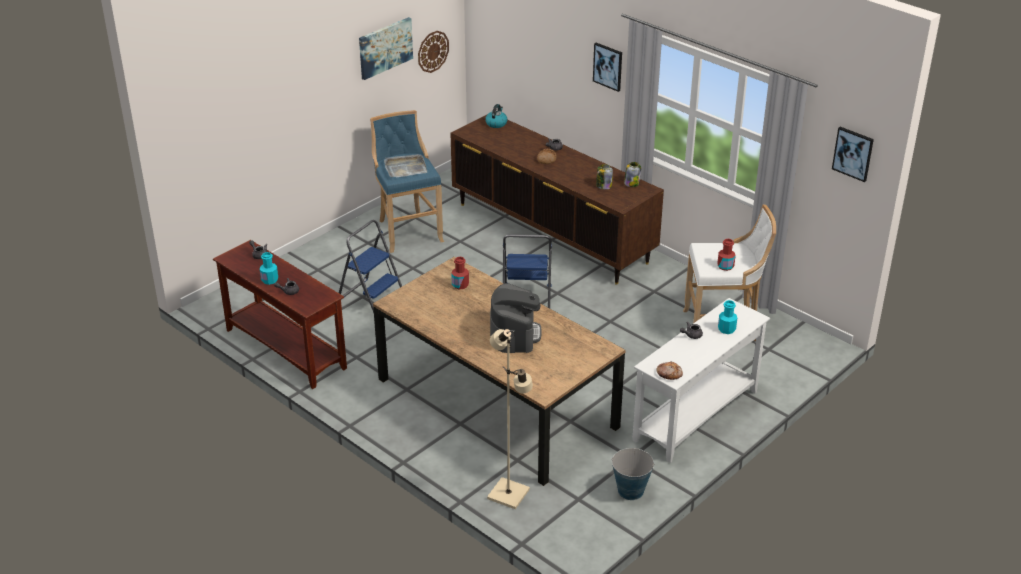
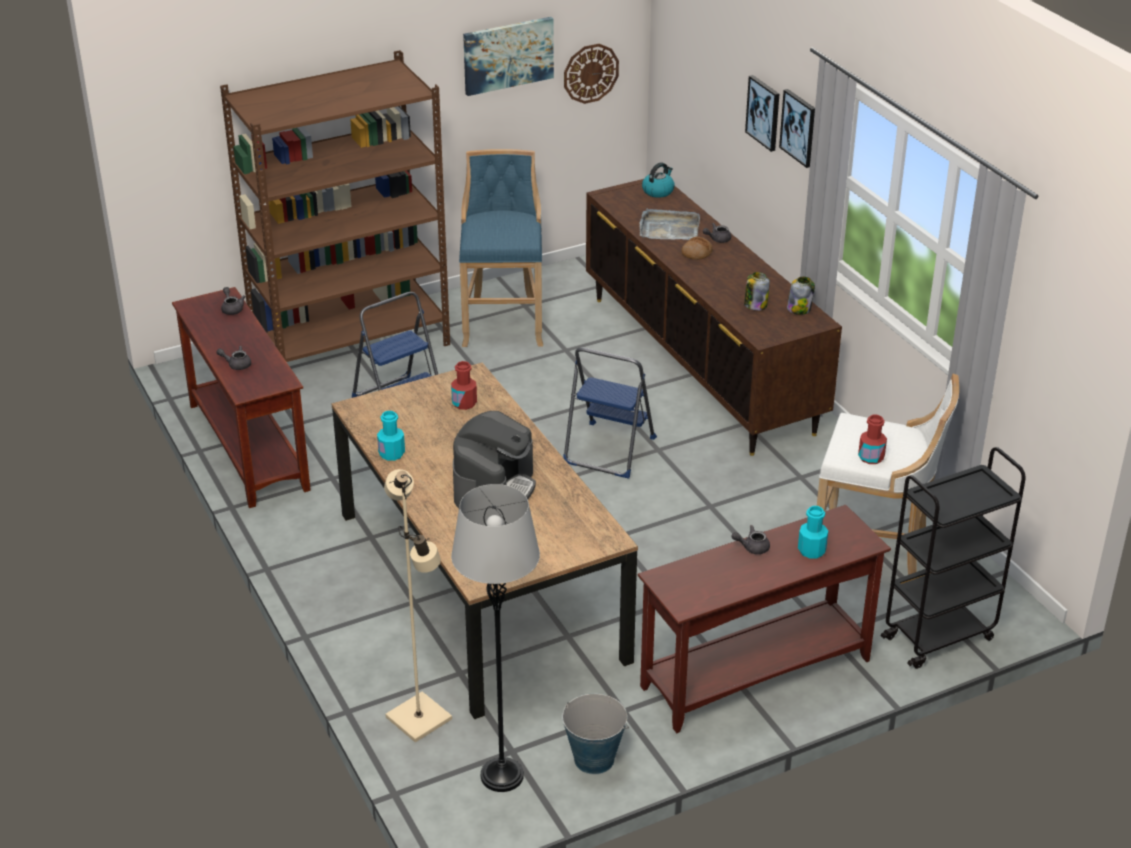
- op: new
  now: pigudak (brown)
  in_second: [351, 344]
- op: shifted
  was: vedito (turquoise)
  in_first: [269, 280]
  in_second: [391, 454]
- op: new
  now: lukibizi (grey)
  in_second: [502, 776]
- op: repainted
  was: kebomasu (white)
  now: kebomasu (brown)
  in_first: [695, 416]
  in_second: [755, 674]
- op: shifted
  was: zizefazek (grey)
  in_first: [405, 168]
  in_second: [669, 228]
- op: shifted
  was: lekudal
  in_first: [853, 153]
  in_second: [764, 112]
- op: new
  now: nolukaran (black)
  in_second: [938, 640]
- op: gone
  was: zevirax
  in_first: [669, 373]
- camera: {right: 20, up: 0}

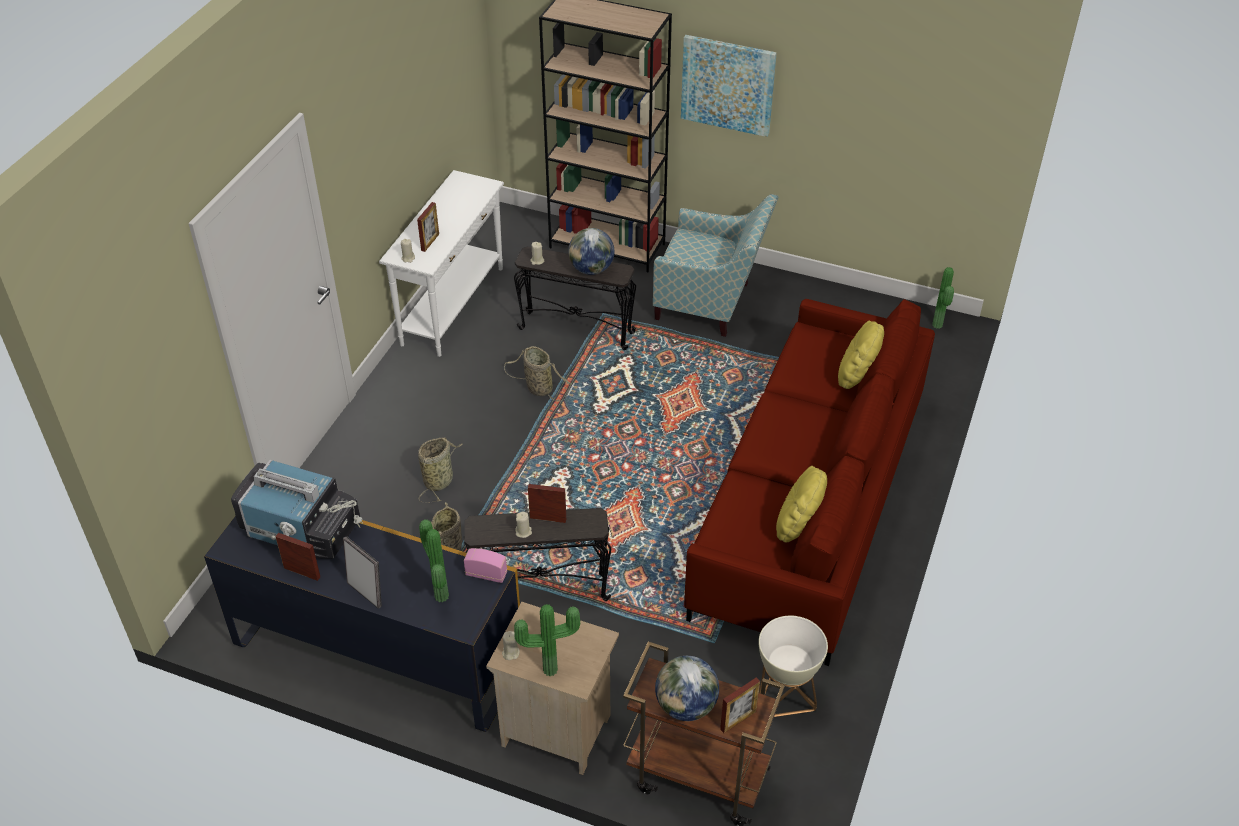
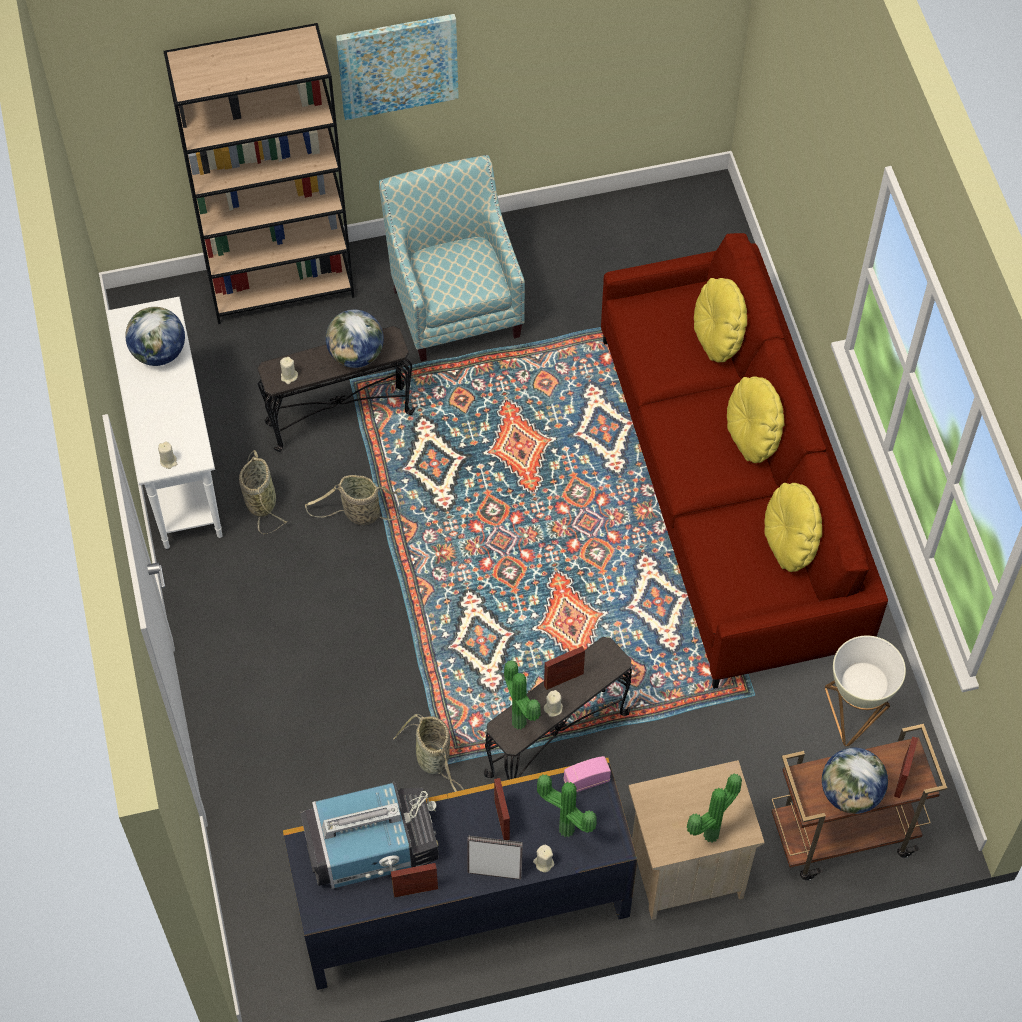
- op: new
  now: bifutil
  in_second: [159, 353]
- op: shifted
  was: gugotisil
  in_first: [439, 480]
  in_second: [261, 500]
- op: rotated
  was: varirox
  in_first: [712, 304]
  in_second: [454, 302]
  clockwise: -90
- op: shifted
  was: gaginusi
  in_first: [430, 242]
  in_second: [502, 820]
- op: shifted
  was: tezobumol
  in_first: [939, 325]
  in_second: [521, 721]
- op: shifted
  was: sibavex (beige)
  in_first: [510, 653]
  in_second: [543, 863]
- op: new
  now: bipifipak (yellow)
  in_second: [751, 438]
- camera: {right: -35, up: 15}

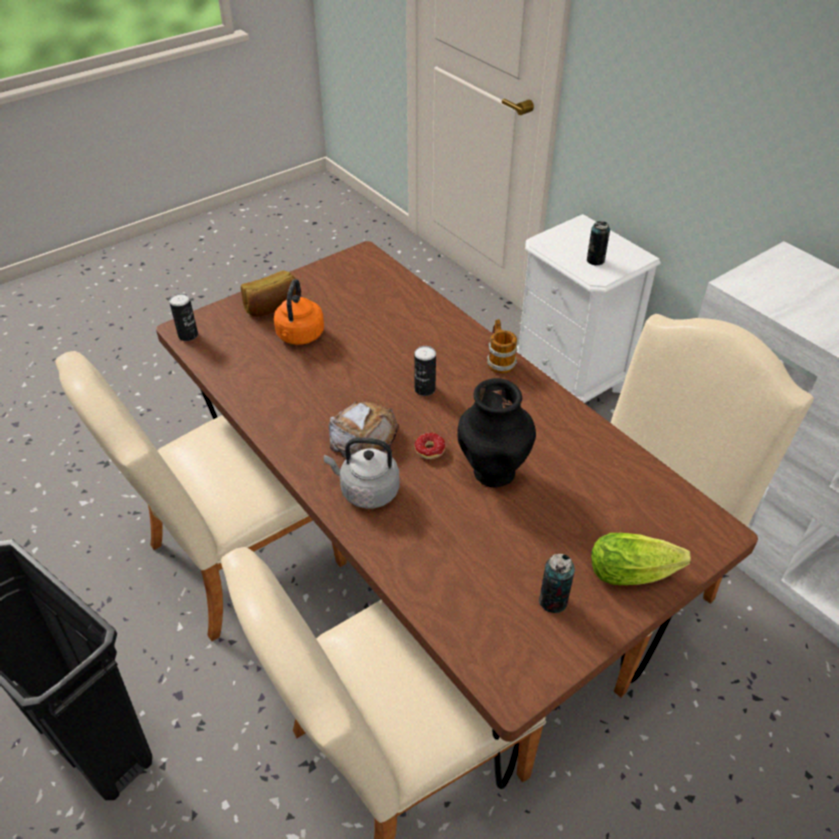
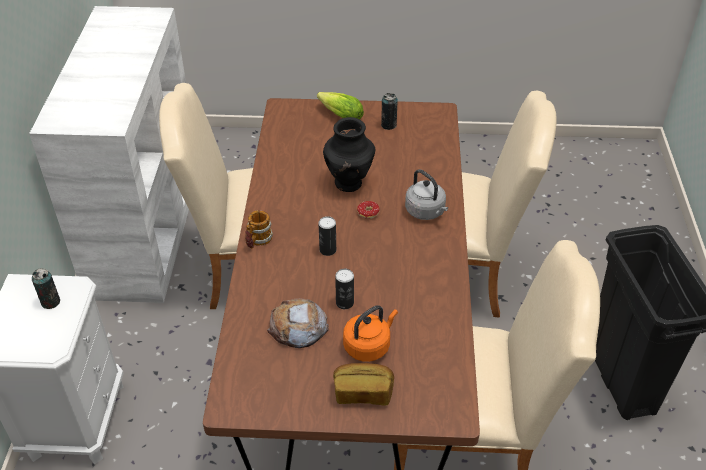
- op: shifted
  was: zevirax
  in_first: [363, 435]
  in_second: [298, 327]
- op: shifted
  was: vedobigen
  in_first: [188, 335]
  in_second: [344, 303]
- camera: {right: -140, up: 0}

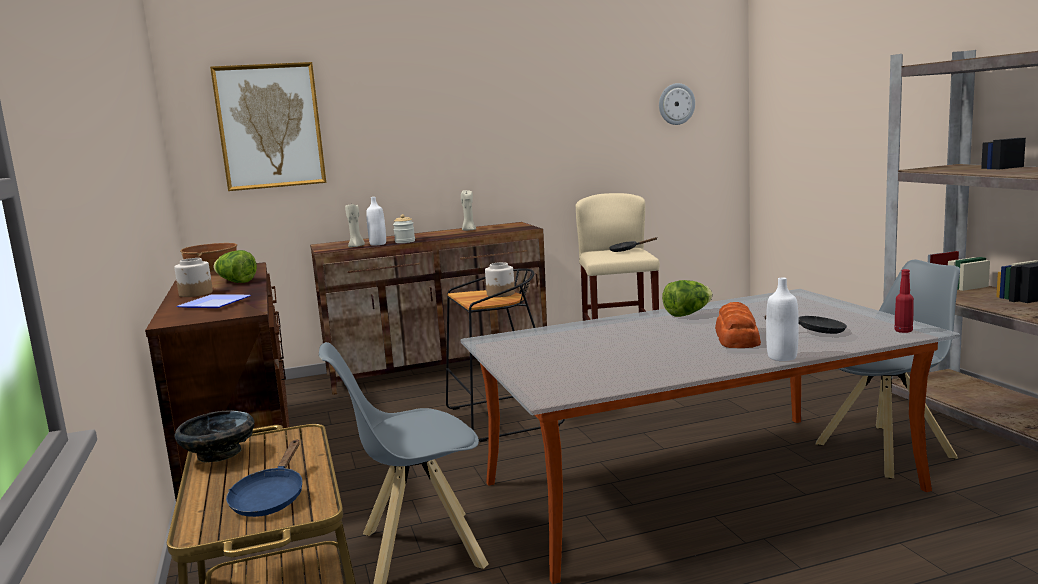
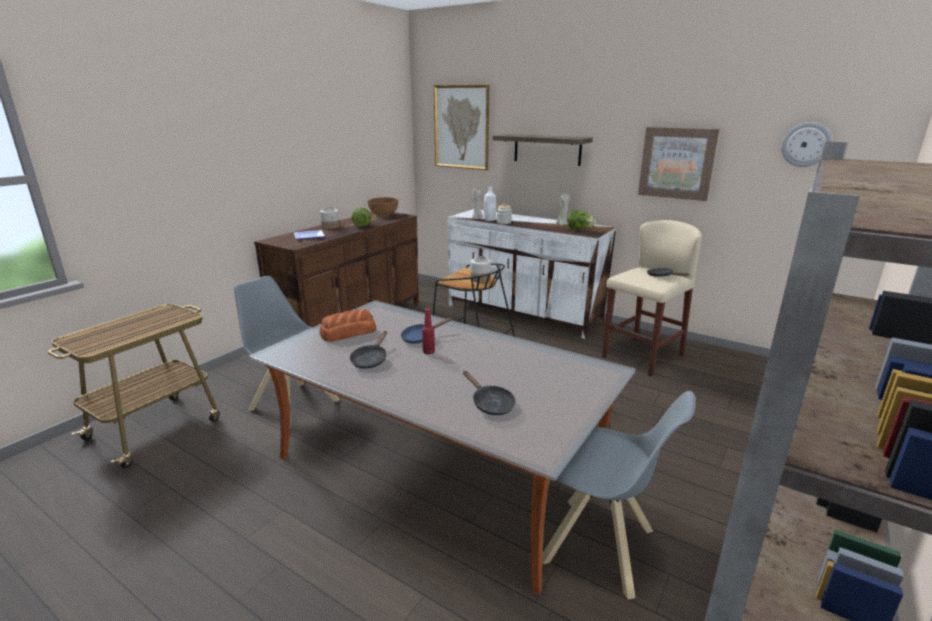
- op: shifted
  was: zevirax
  in_first: [736, 338]
  in_second: [347, 332]
- op: new
  now: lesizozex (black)
  in_second: [370, 360]
- op: shifted
  was: lesizozex (blue)
  in_first: [270, 498]
  in_second: [421, 337]
- op: shifted
  was: vedito (red)
  in_first: [903, 331]
  in_second: [428, 352]
- op: repainted
  was: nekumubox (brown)
  now: nekumubox (white)
  in_first: [439, 367]
  in_second: [523, 314]
- op: new
  now: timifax
  in_second: [547, 149]
- op: shifted
  was: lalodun
  in_first: [687, 314]
  in_second: [579, 229]
- op: new
  now: lekudal
  in_second: [677, 163]
- op: gone
  was: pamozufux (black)
  in_first: [218, 454]
- op: gone
  was: vedito (white)
  in_first: [782, 357]
- camera: {right: 50, up: 10}

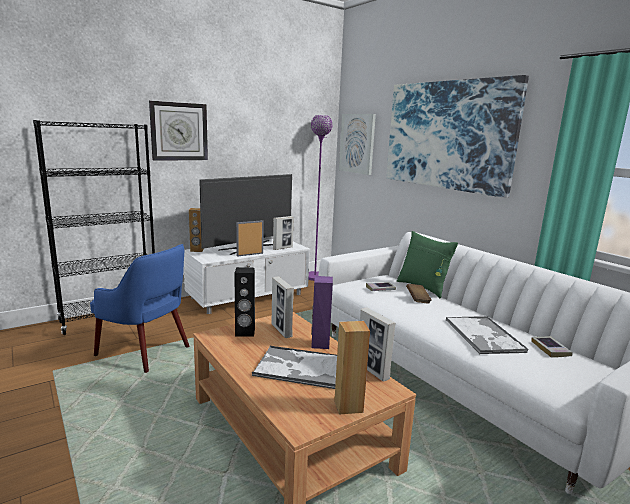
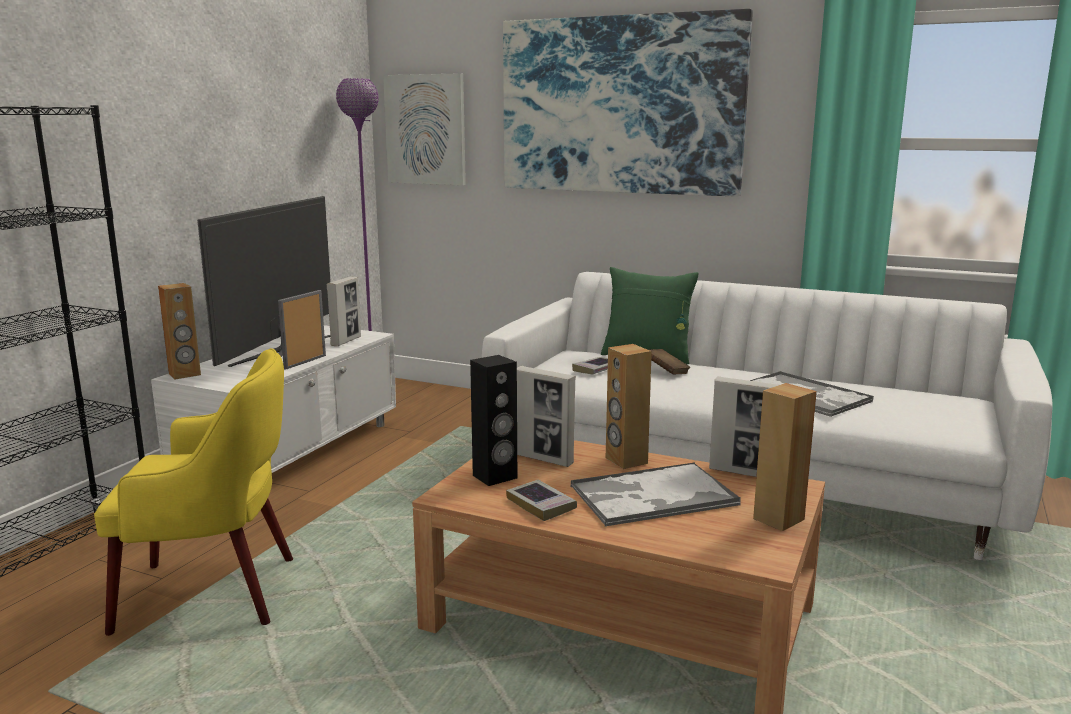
- op: repainted
  was: varirox (blue)
  now: varirox (yellow)
  in_first: [145, 351]
  in_second: [213, 593]
- op: shifted
  was: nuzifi
  in_first: [550, 349]
  in_second: [541, 505]
- op: repainted
  was: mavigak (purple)
  now: mavigak (brown)
  in_first: [320, 344]
  in_second: [626, 460]
- op: gone
  was: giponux
  in_first: [179, 131]
- camera: {right: -30, up: 0}

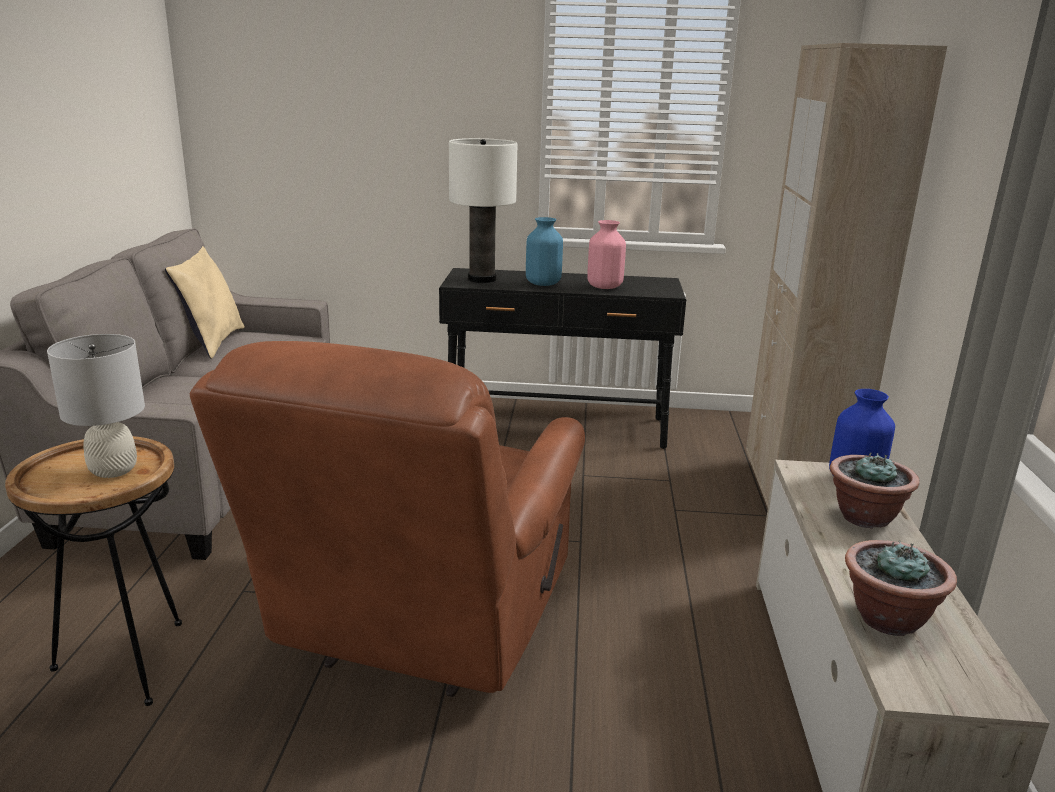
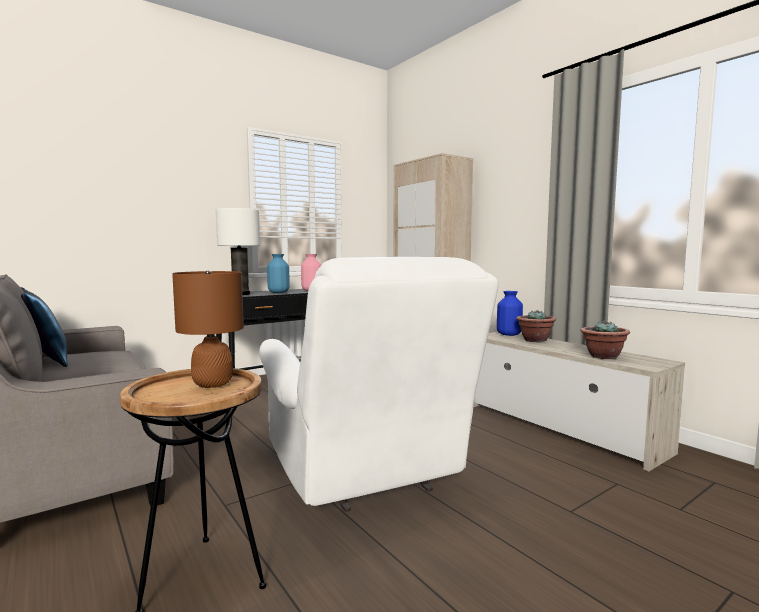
- op: repainted
  was: bipifipak (beige)
  now: bipifipak (blue)
  in_first: [212, 342]
  in_second: [45, 361]
- op: repainted
  was: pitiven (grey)
  now: pitiven (brown)
  in_first: [116, 472]
  in_second: [214, 384]
- op: repainted
  was: varirox (brown)
  now: varirox (white)
  in_first: [419, 628]
  in_second: [366, 474]
- camera: {right: -40, up: -15}

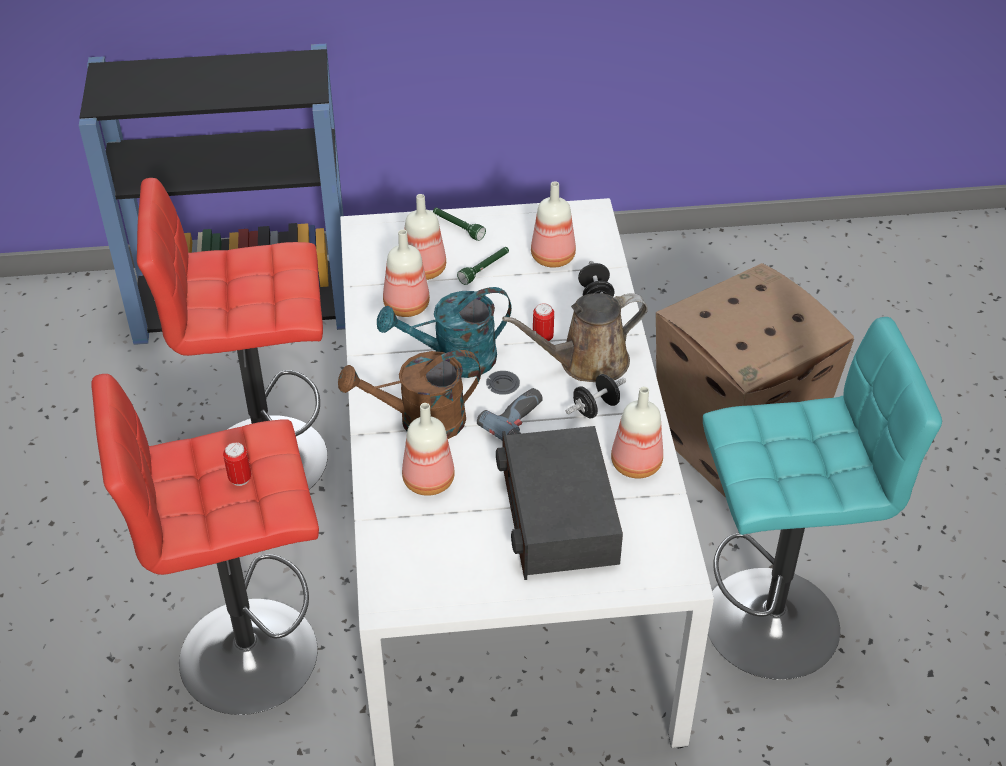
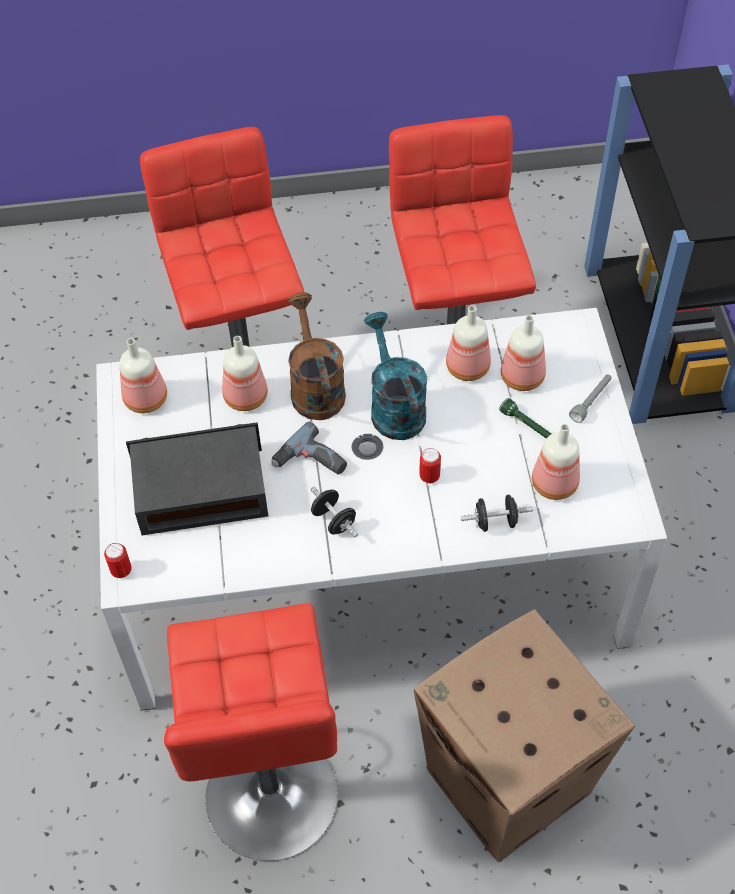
- op: shifted
  was: vedobigen
  in_first: [240, 478]
  in_second: [121, 571]
- op: shifted
  was: vedito
  in_first: [634, 464]
  in_second: [145, 398]
- op: repainted
  was: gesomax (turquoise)
  now: gesomax (red)
  in_first: [773, 624]
  in_second: [270, 797]
- op: repainted
  was: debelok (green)
  now: debelok (grey)
  in_first: [458, 228]
  in_second: [591, 401]
- op: gone
  was: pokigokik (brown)
  in_first: [587, 362]
- camera: {right: 90, up: 10}

